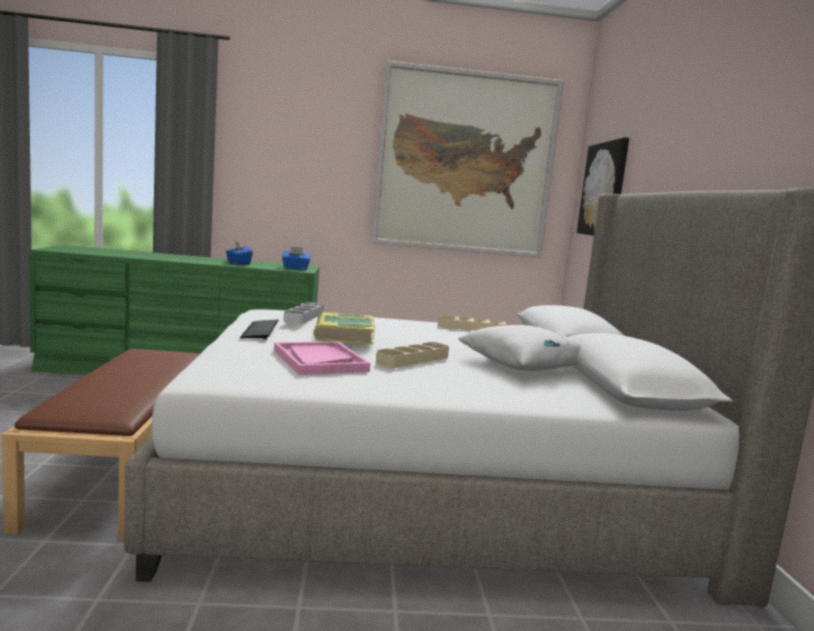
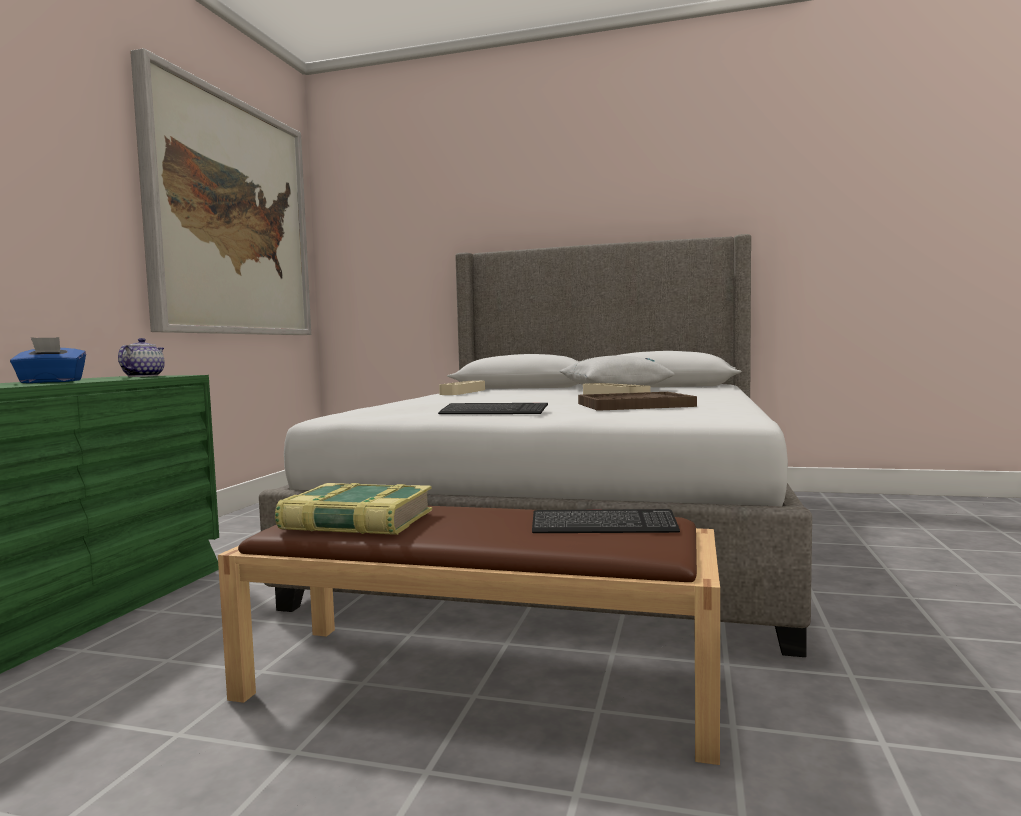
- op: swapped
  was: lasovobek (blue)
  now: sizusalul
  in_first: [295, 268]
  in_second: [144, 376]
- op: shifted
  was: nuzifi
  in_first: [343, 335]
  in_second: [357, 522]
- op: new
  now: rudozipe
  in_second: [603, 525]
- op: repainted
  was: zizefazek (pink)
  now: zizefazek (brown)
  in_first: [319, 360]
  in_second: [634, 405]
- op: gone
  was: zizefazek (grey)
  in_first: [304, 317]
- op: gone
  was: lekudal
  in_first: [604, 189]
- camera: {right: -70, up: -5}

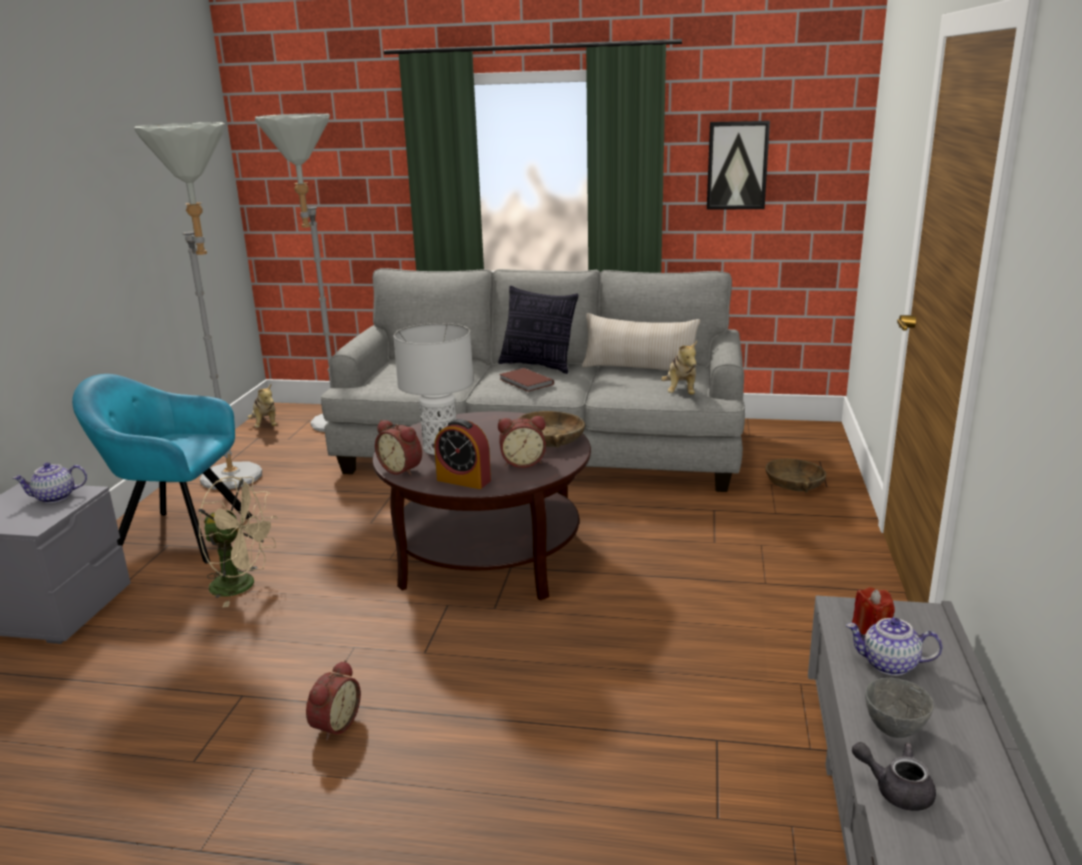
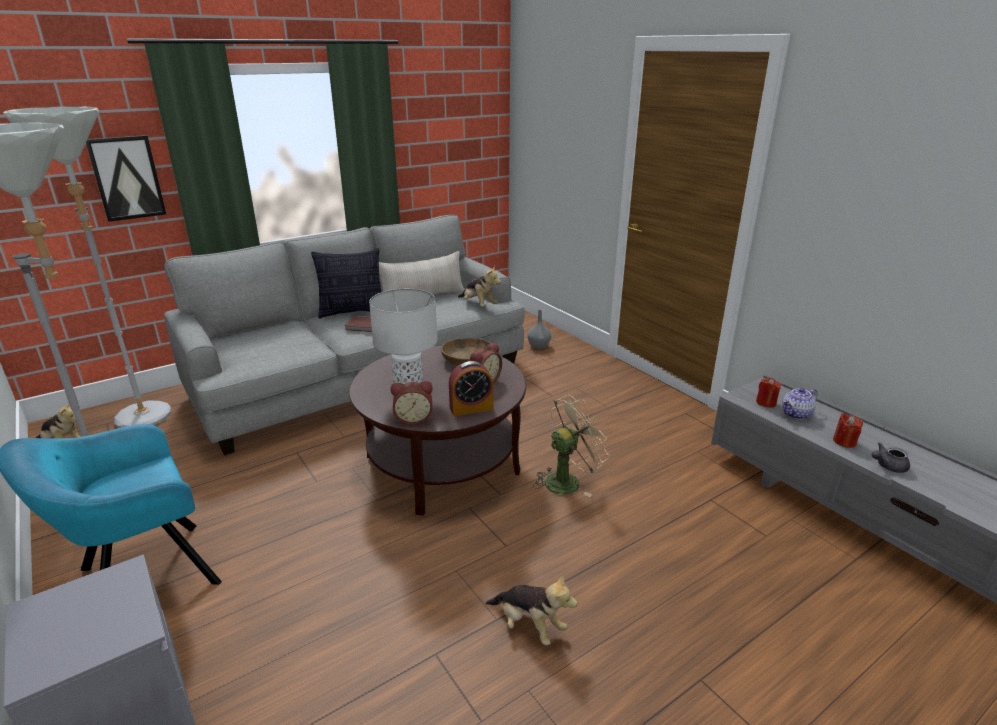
- op: shifted
  was: lekudal
  in_first: [737, 165]
  in_second: [127, 178]
- op: swapped
  was: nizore
  now: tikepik
  in_first: [333, 724]
  in_second: [529, 625]
- op: swapped
  was: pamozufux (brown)
  now: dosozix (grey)
  in_first: [794, 483]
  in_second: [539, 346]
- op: shifted
  was: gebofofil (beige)
  in_first: [242, 586]
  in_second: [568, 480]
- op: swapped
  was: pamozufux (grey)
  now: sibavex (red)
  in_first: [893, 729]
  in_second: [844, 441]
- op: gone
  was: sizusalul
  in_first: [55, 497]
- camera: {right: -45, up: 5}

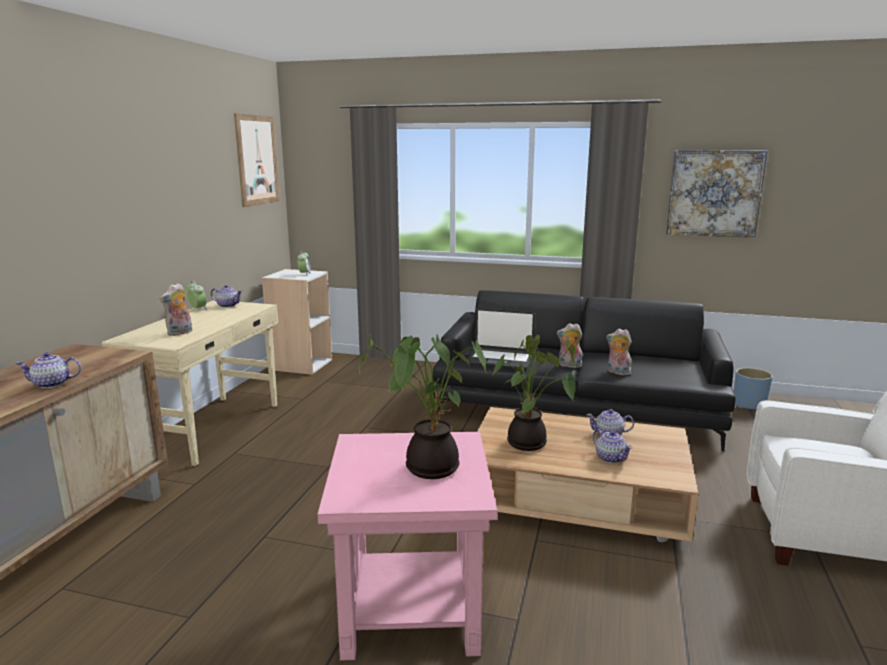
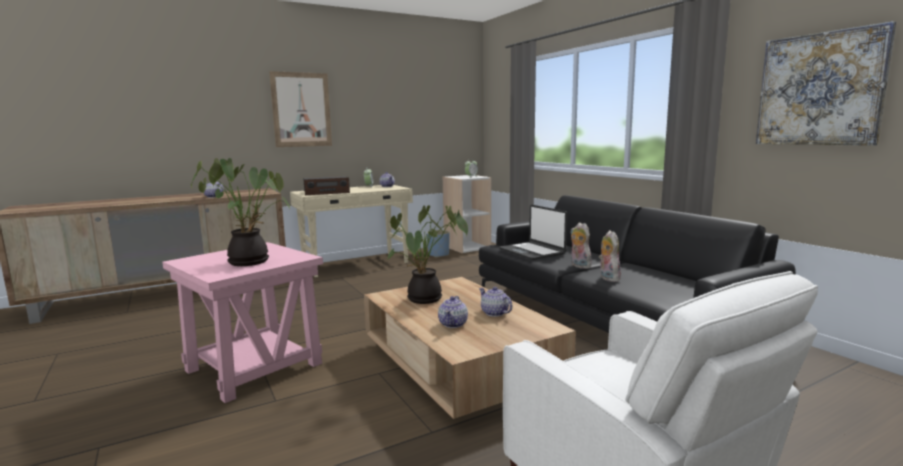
- op: shifted
  was: lekudal
  in_first: [257, 160]
  in_second: [301, 110]
- op: swapped
  was: tikepik
  now: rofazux
  in_first: [180, 333]
  in_second: [326, 192]
- op: shifted
  was: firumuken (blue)
  in_first: [749, 405]
  in_second: [438, 255]
- camera: {right: 45, up: -5}

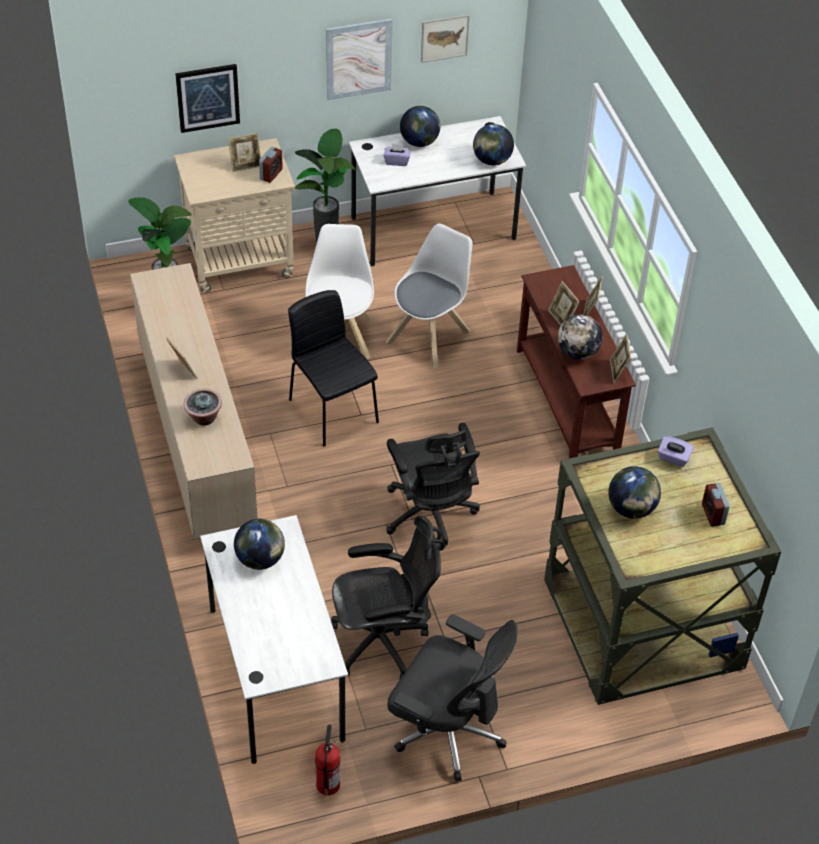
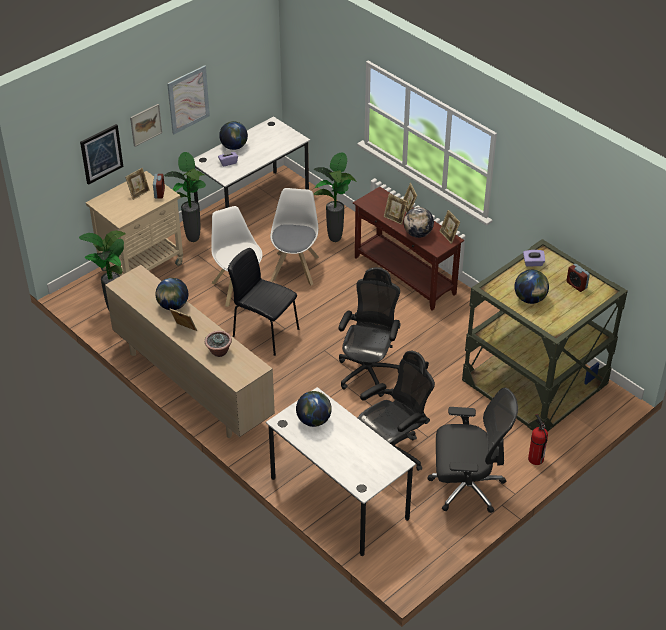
- op: shifted
  was: lekudal
  in_first: [444, 37]
  in_second: [145, 124]
- op: shifted
  was: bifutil
  in_first: [491, 160]
  in_second: [173, 306]
- op: new
  now: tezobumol
  in_second: [336, 239]
- op: rotated
  was: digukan
  in_first: [430, 516]
  in_second: [369, 370]
  clockwise: -120
- op: shifted
  was: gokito
  in_first: [327, 784]
  in_second: [535, 458]
- camera: {right: -25, up: -5}

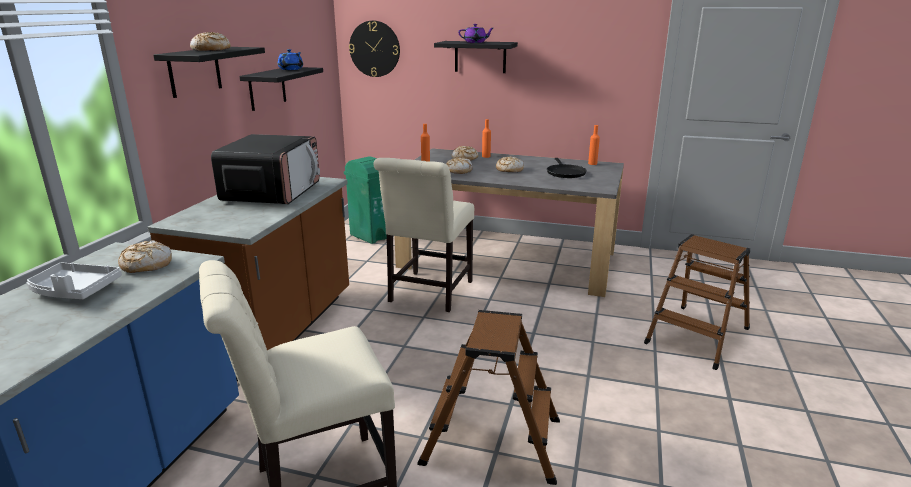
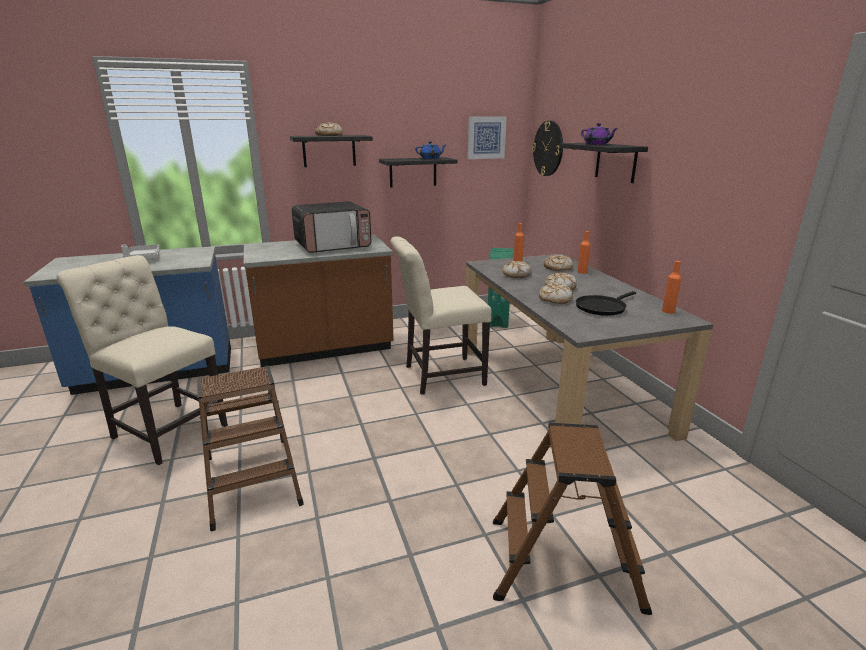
- op: new
  now: lekudal
  in_second: [486, 137]
- op: shifted
  was: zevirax
  in_first: [146, 265]
  in_second: [554, 299]
- camera: {right: 55, up: 0}

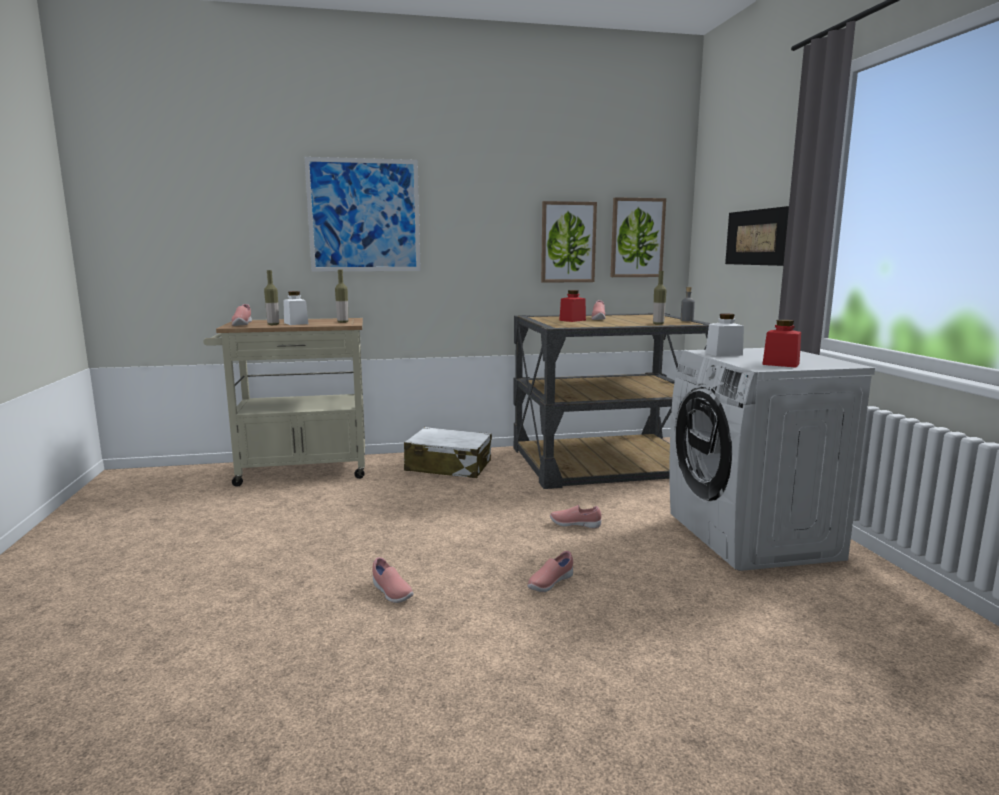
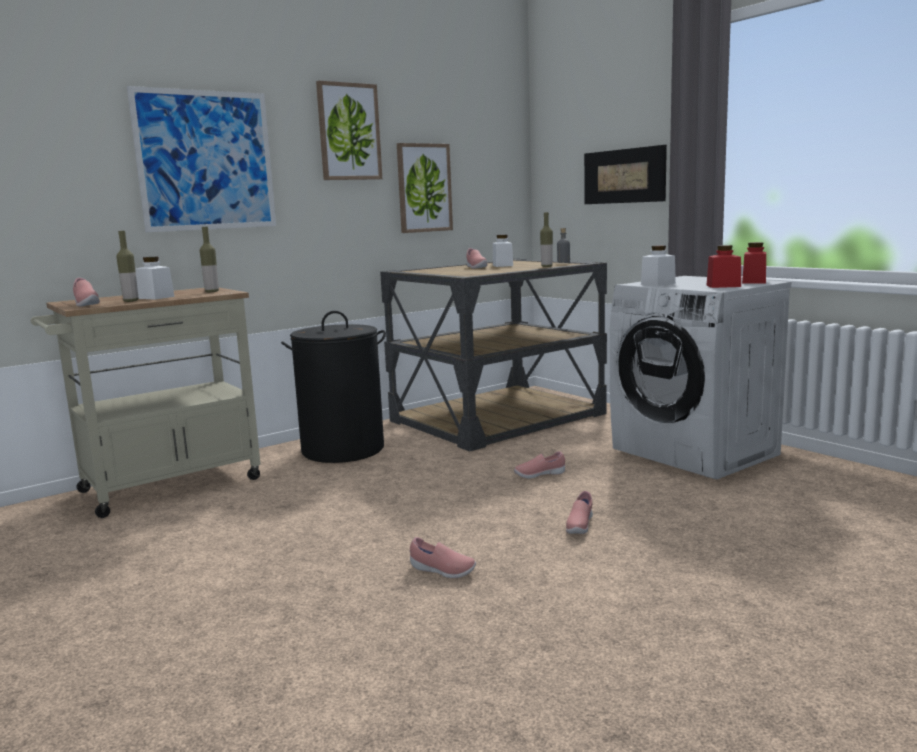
- op: swapped
  was: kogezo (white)
  now: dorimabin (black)
  in_first: [448, 466]
  in_second: [343, 450]
- op: shifted
  was: lekudal
  in_first: [637, 238]
  in_second: [349, 132]
- op: new
  now: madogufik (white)
  in_second: [502, 265]
- op: shifted
  was: madogufik (red)
  in_first: [572, 320]
  in_second: [754, 281]
- camera: {right: -25, up: 0}

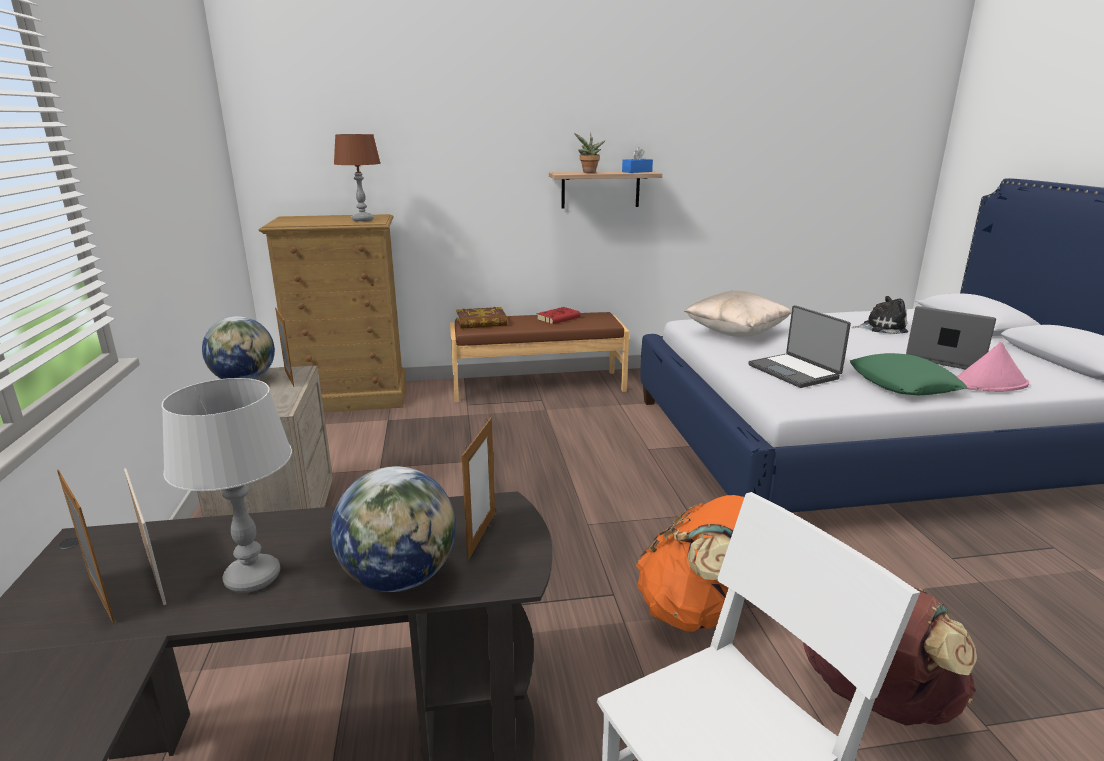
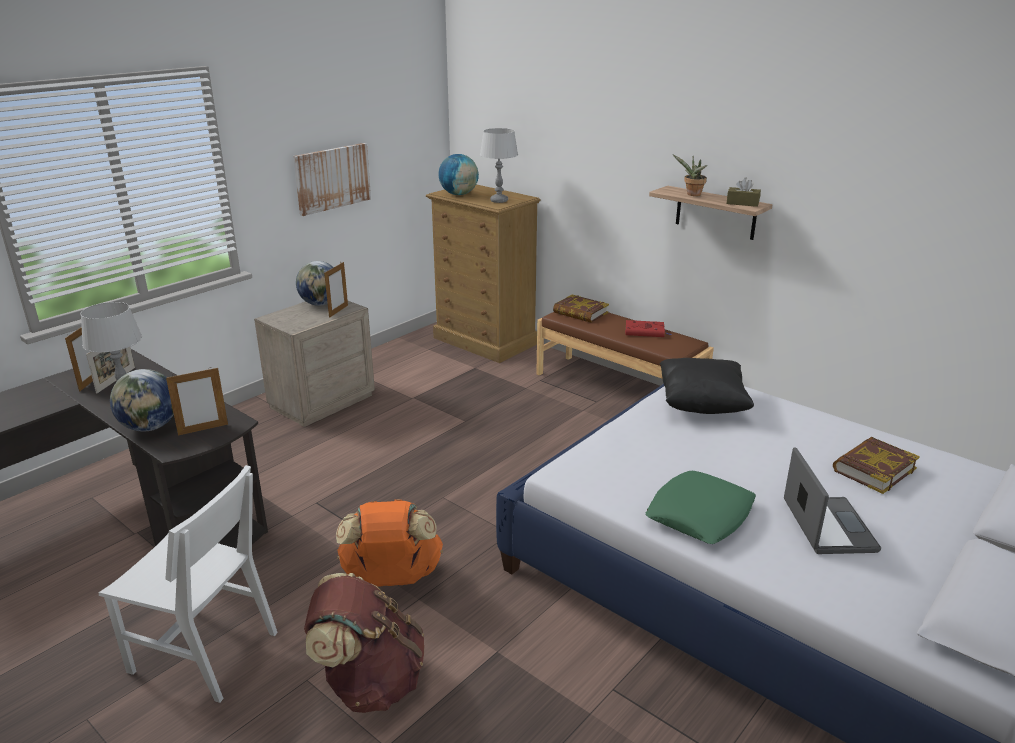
- op: new
  now: lekudal
  in_second: [332, 178]
- op: new
  now: bifutil
  in_second: [459, 194]
- op: repainted
  was: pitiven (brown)
  now: pitiven (grey)
  in_first: [362, 220]
  in_second: [499, 201]
- op: repainted
  was: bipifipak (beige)
  now: bipifipak (black)
  in_first: [735, 333]
  in_second: [701, 405]
- op: repainted
  was: lasovobek (blue)
  now: lasovobek (brown)
  in_first: [637, 172]
  in_second: [742, 203]
- op: swapped
  was: tikepik
  now: nuzifi
  in_first: [881, 328]
  in_second: [873, 469]
- op: gone
  was: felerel
  in_first: [794, 371]
- op: gone
  was: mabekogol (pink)
  in_first: [989, 384]
- camera: {right: 50, up: 5}

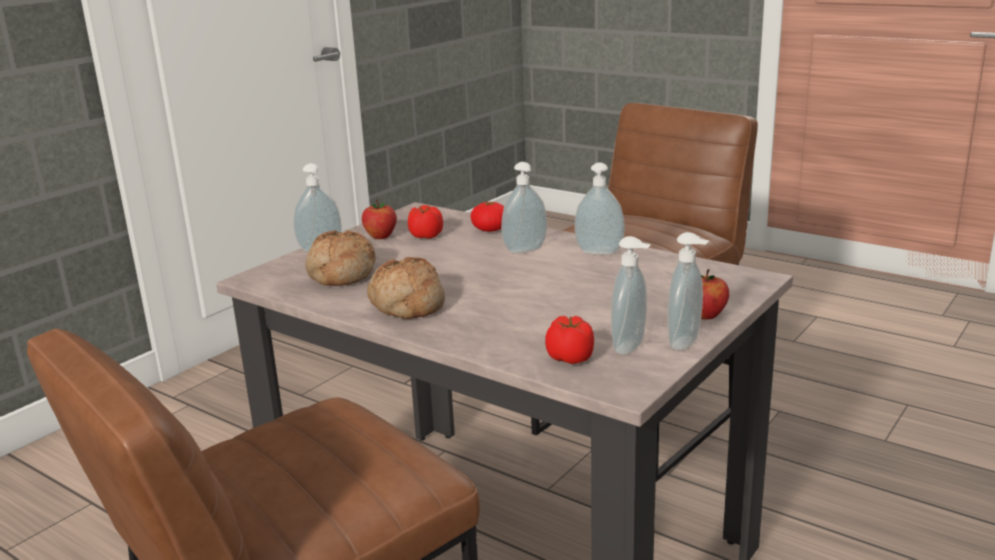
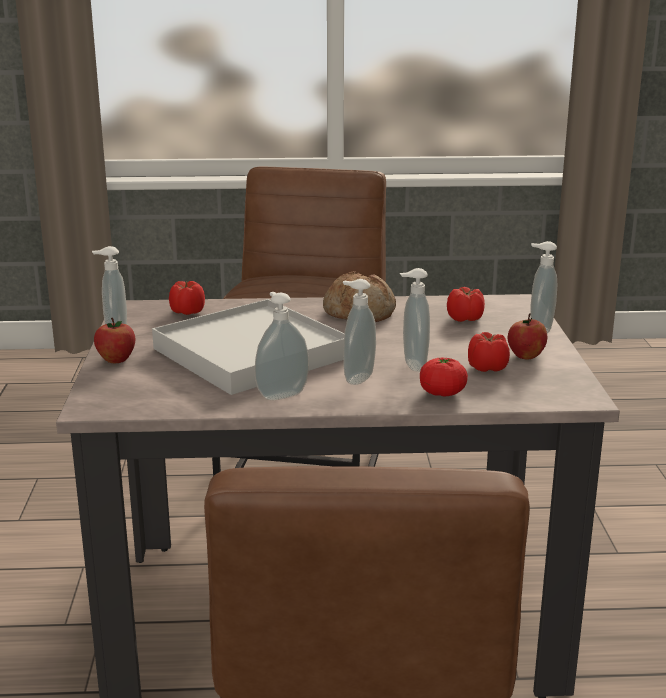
- op: new
  now: zizefazek (white)
  in_second: [250, 353]
- op: shifted
  was: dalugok
  in_first: [631, 347]
  in_second: [412, 365]
- op: swapped
  was: zevirax
  now: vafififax
  in_first: [340, 273]
  in_second: [465, 319]
- camera: {right: 140, up: 0}

